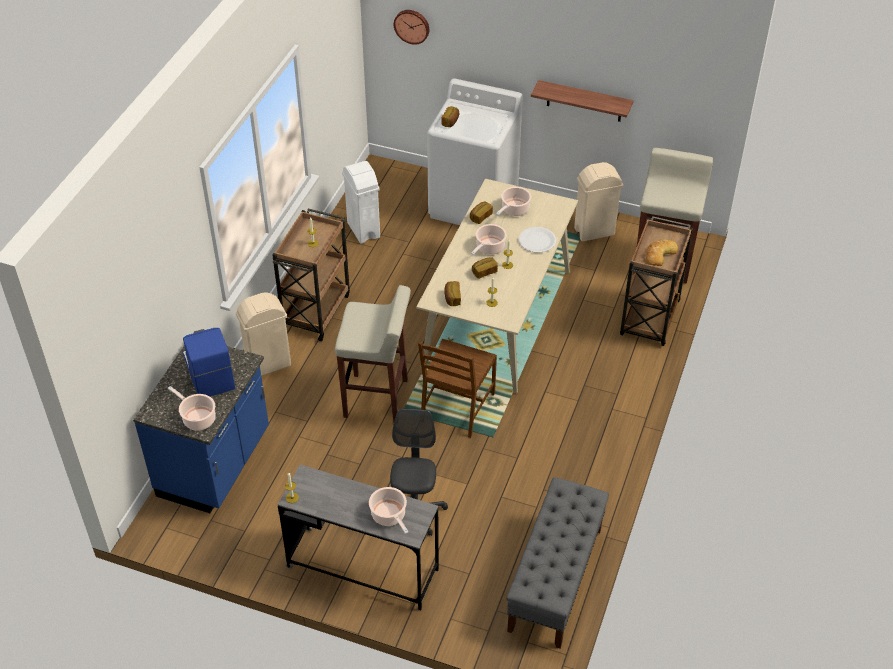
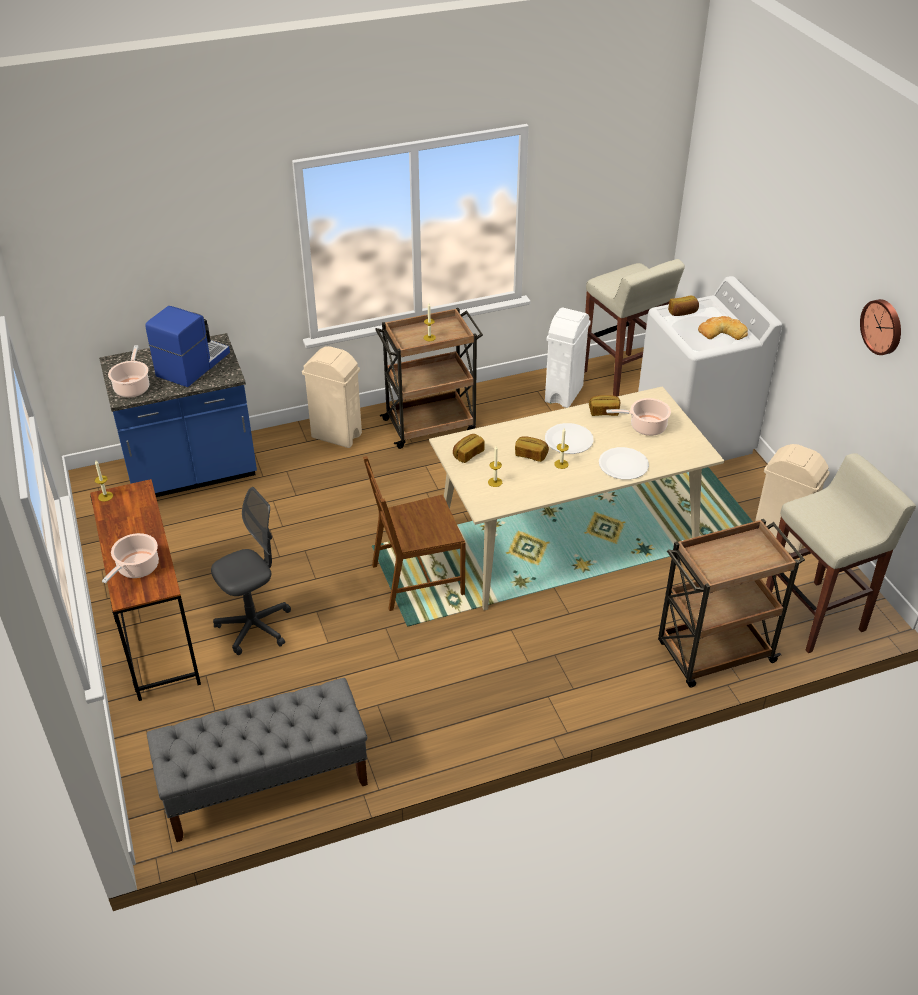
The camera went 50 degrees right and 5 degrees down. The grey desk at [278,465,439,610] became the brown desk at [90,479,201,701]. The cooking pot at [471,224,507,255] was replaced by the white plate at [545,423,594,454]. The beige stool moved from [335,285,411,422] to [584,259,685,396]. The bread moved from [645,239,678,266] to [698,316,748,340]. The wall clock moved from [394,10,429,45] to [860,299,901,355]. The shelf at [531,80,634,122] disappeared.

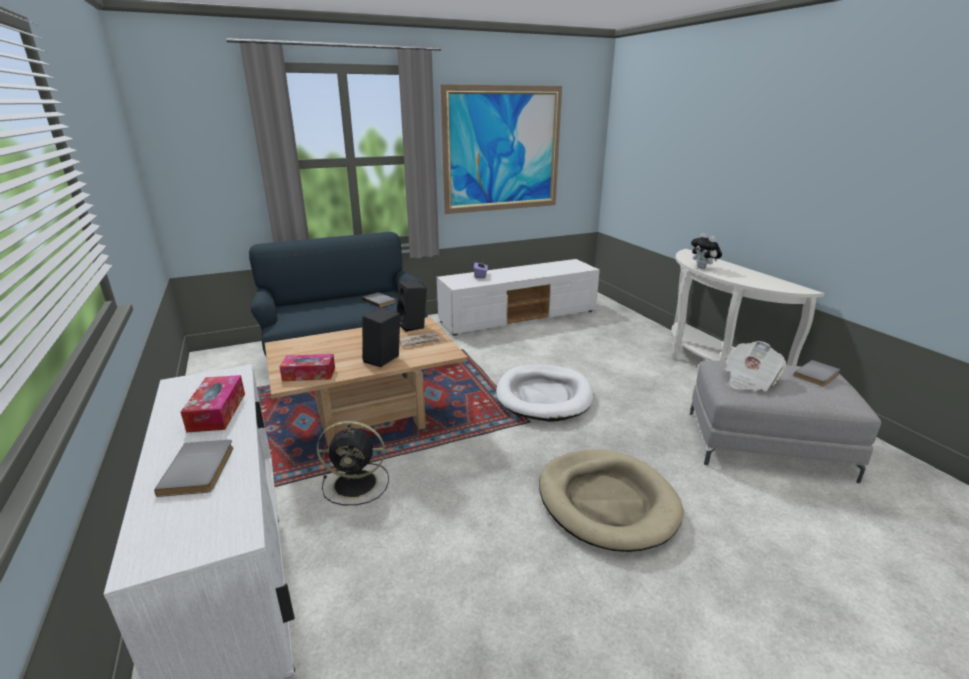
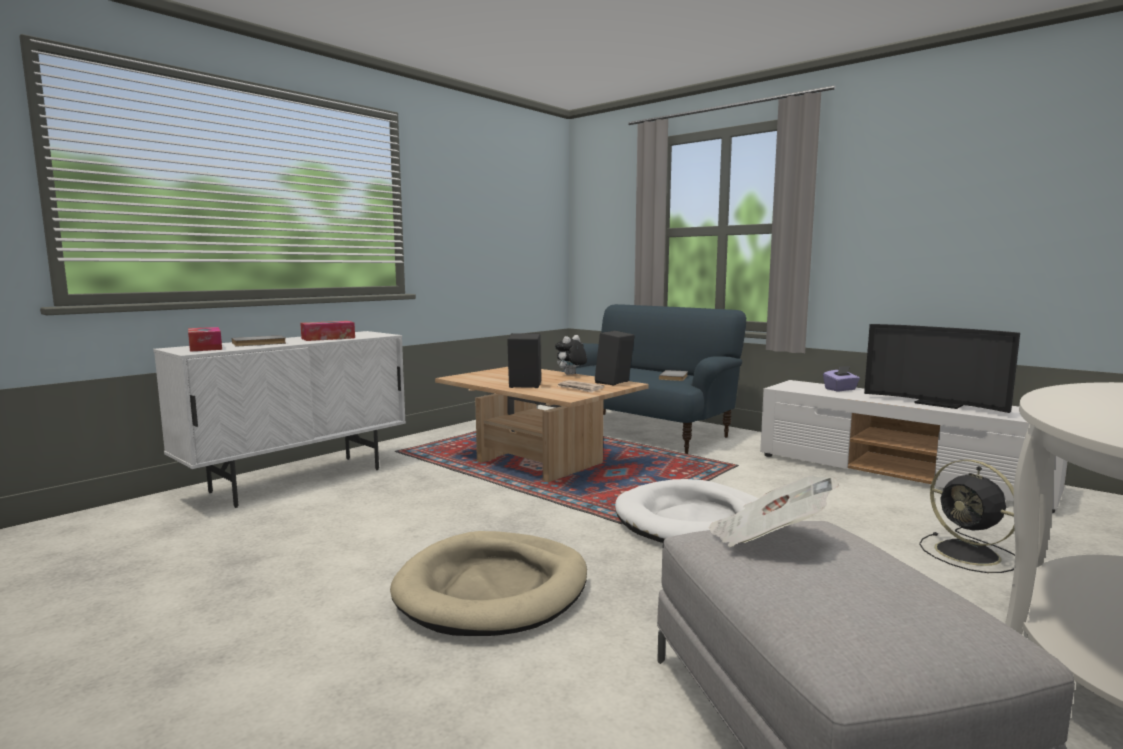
The camera went 65 degrees right and 15 degrees down. The tissue box moved from [280,354,335,381] to [188,327,222,352]. The plush toy moved from [691,233,722,269] to [555,335,587,375]. The television at [864,324,1020,413] appeared. The black fan moved from [317,421,389,505] to [919,460,1015,573]. The picture at [441,84,562,214] disappeared. The grey book at [793,360,841,387] disappeared.

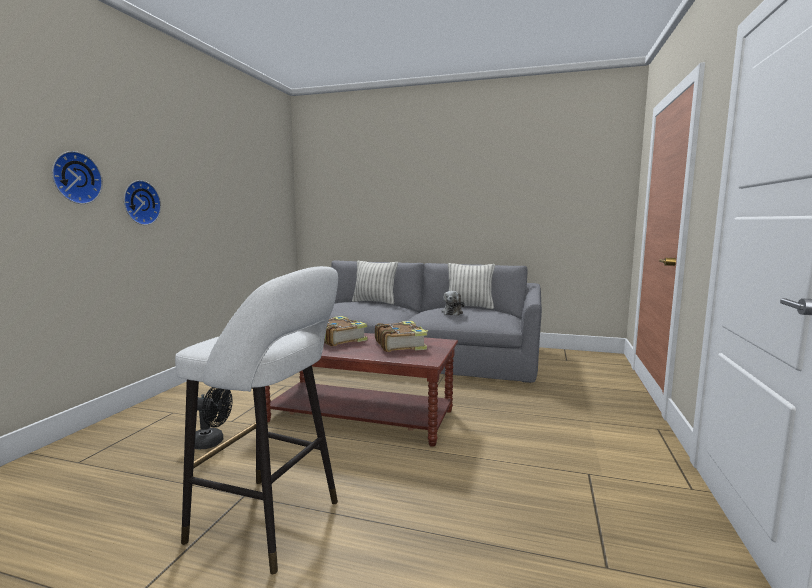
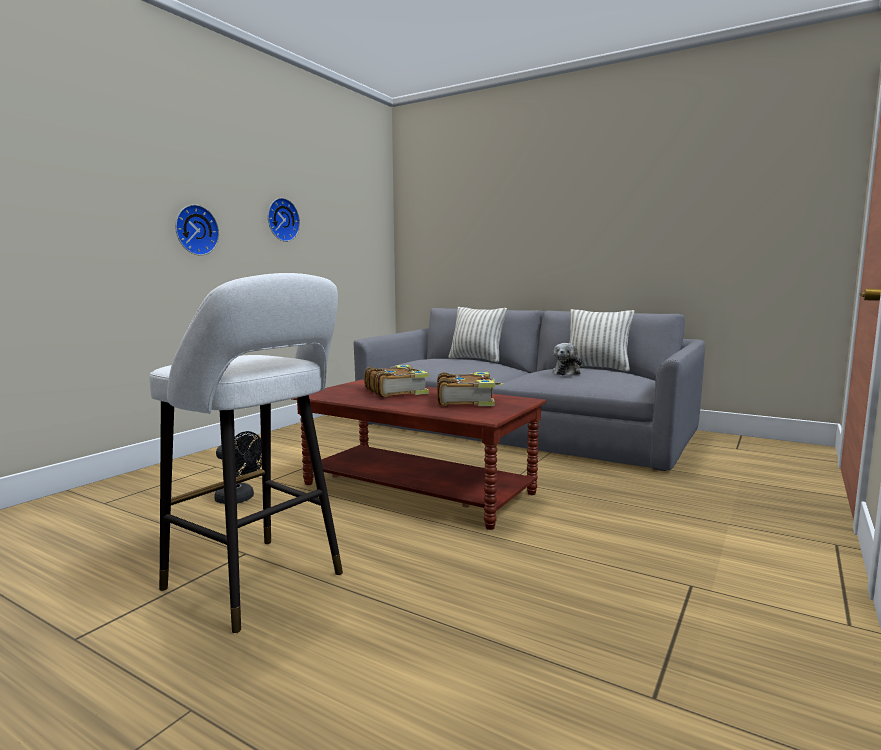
The camera went 15 degrees right and 0 degrees up. The wall clock moved from [52,151,103,204] to [268,198,300,242].

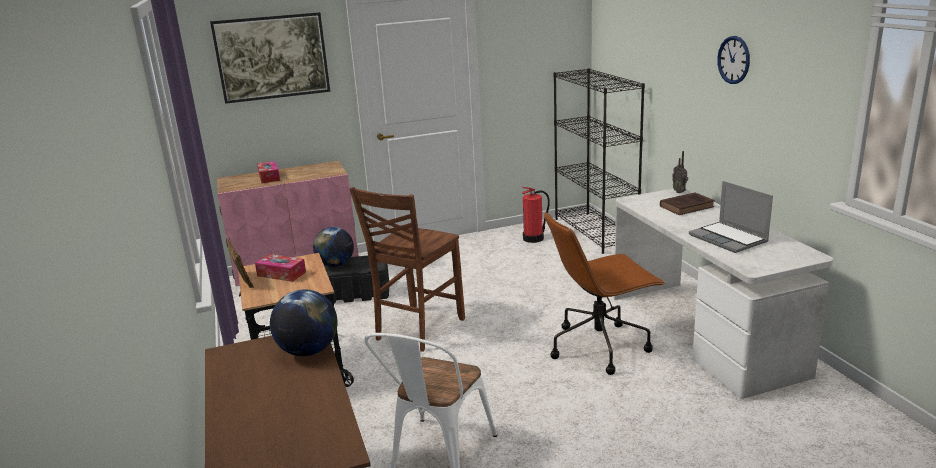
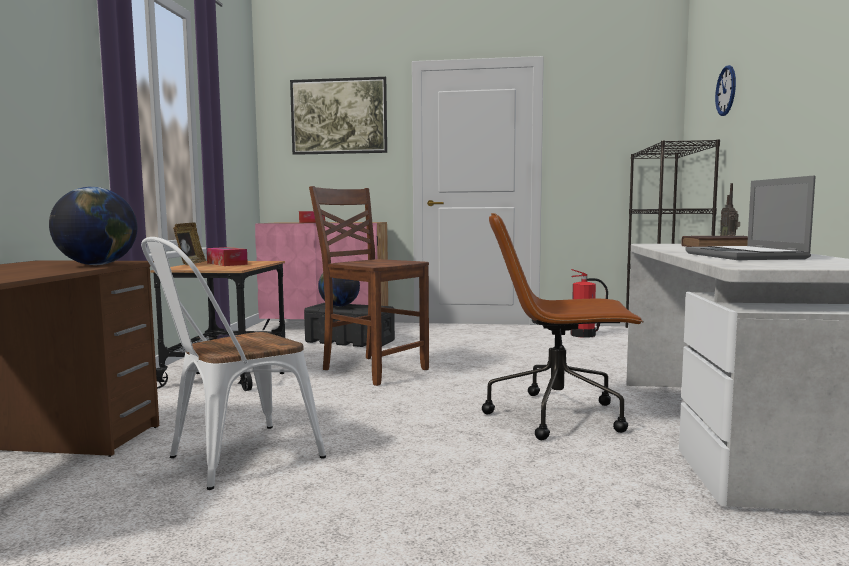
The camera went 25 degrees right and 15 degrees down. The brown chair at [349,187,465,352] turned 75 degrees clockwise. The wall clock moved from [717,36,750,84] to [715,65,736,116].

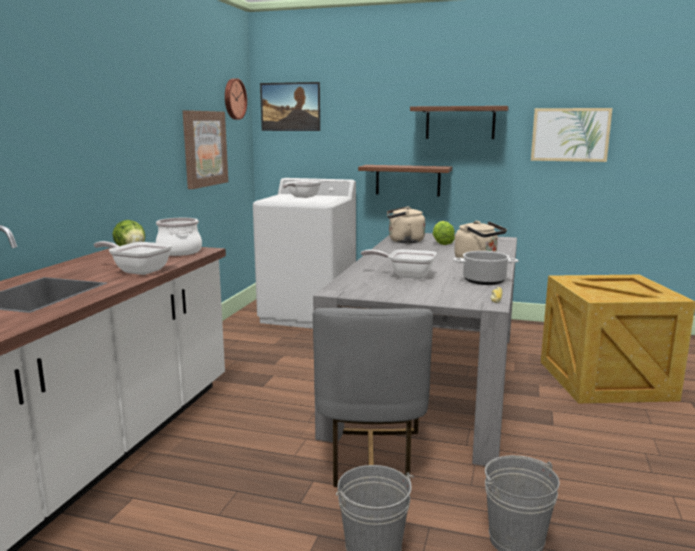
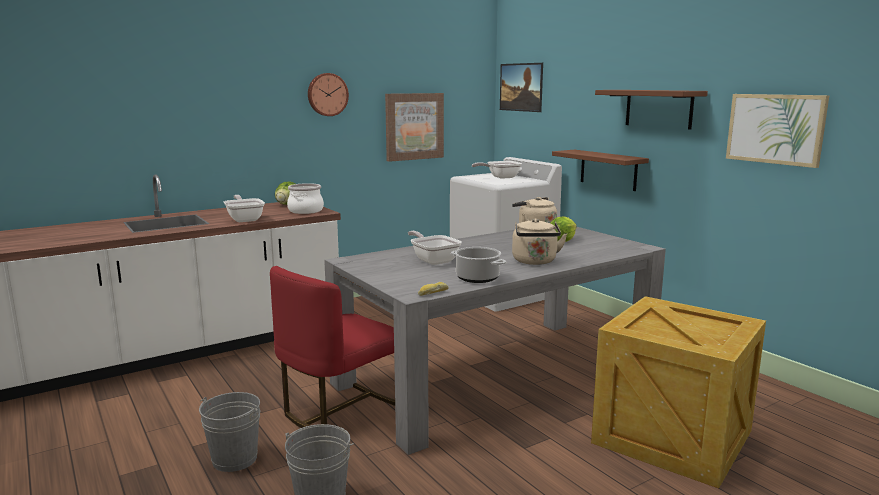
The camera went 40 degrees right and 0 degrees up. The grey chair at [313,308,433,487] became the red chair at [270,266,395,428]. The wall clock moved from [225,78,247,120] to [308,73,349,116].

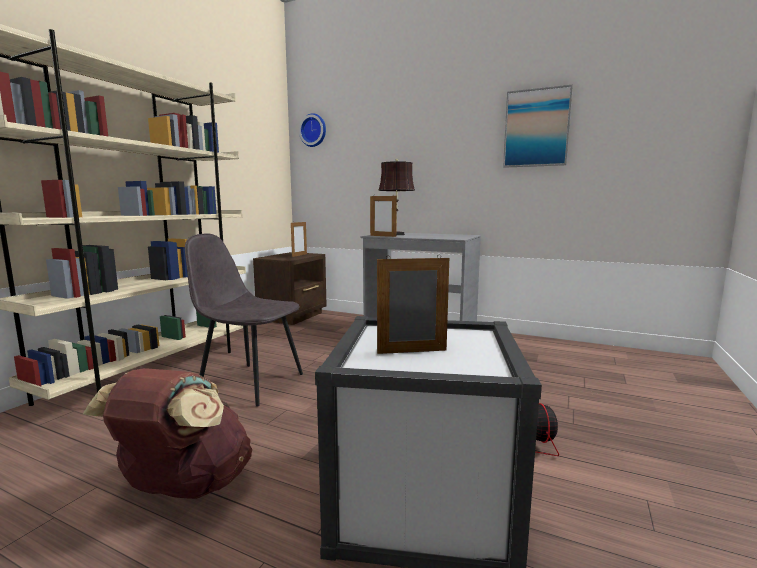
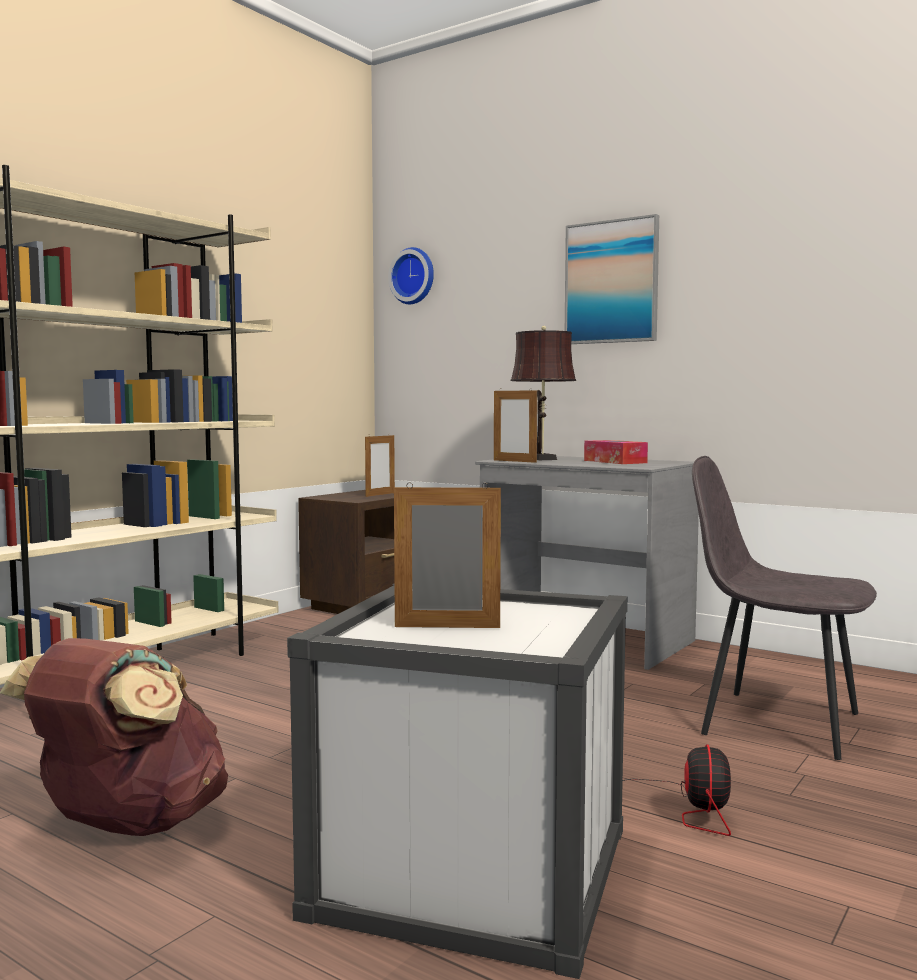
The camera went 10 degrees right and 5 degrees down. The picture moved from [503,84,573,168] to [565,214,659,344]. The tissue box at [584,440,648,464] appeared. The grey chair moved from [185,233,303,407] to [692,456,877,760].

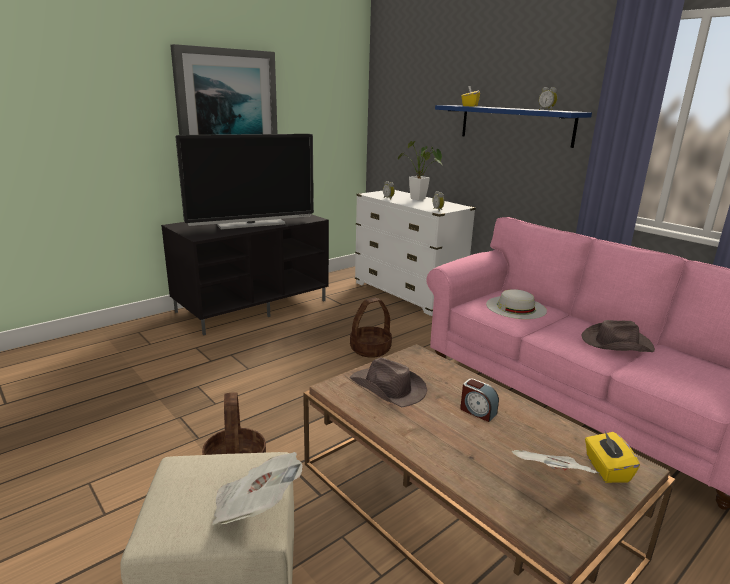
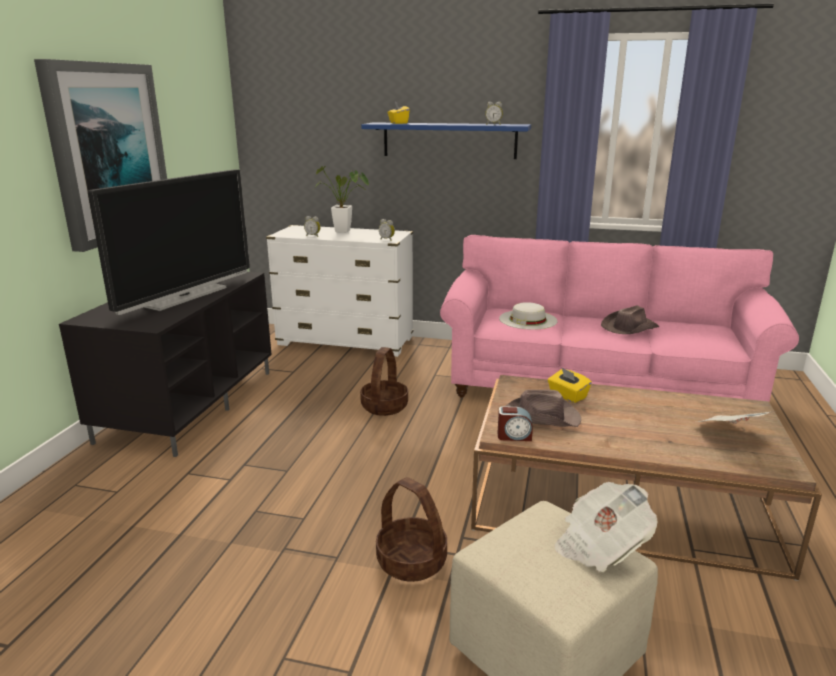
The camera went 35 degrees left and 0 degrees up. The alarm clock moved from [460,379,499,422] to [498,406,533,441]. The yellow tissue box moved from [585,431,640,483] to [548,368,592,403].

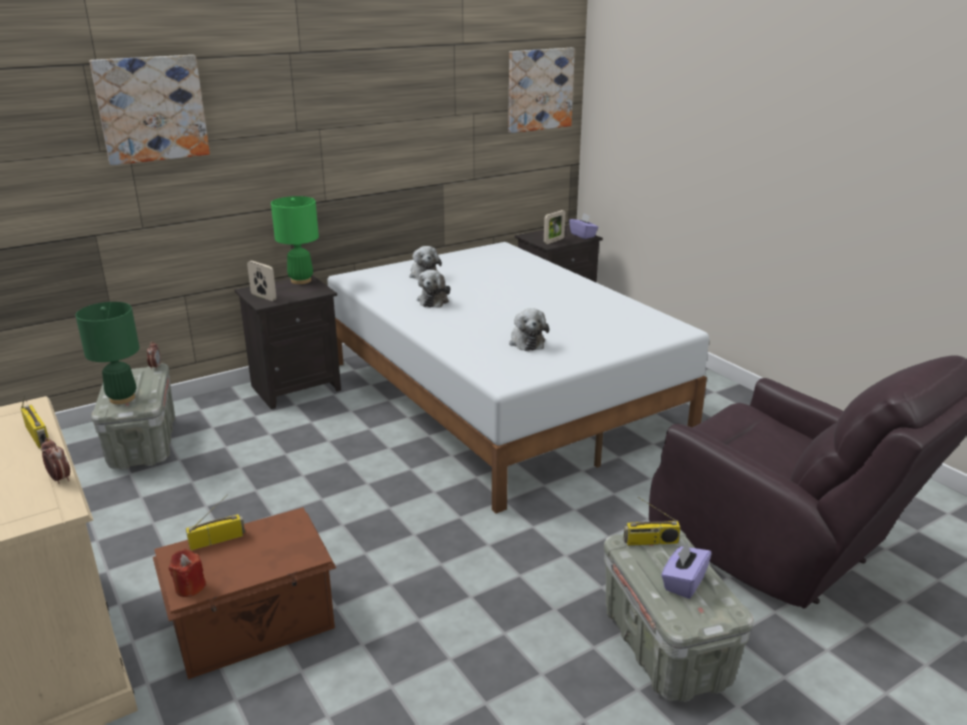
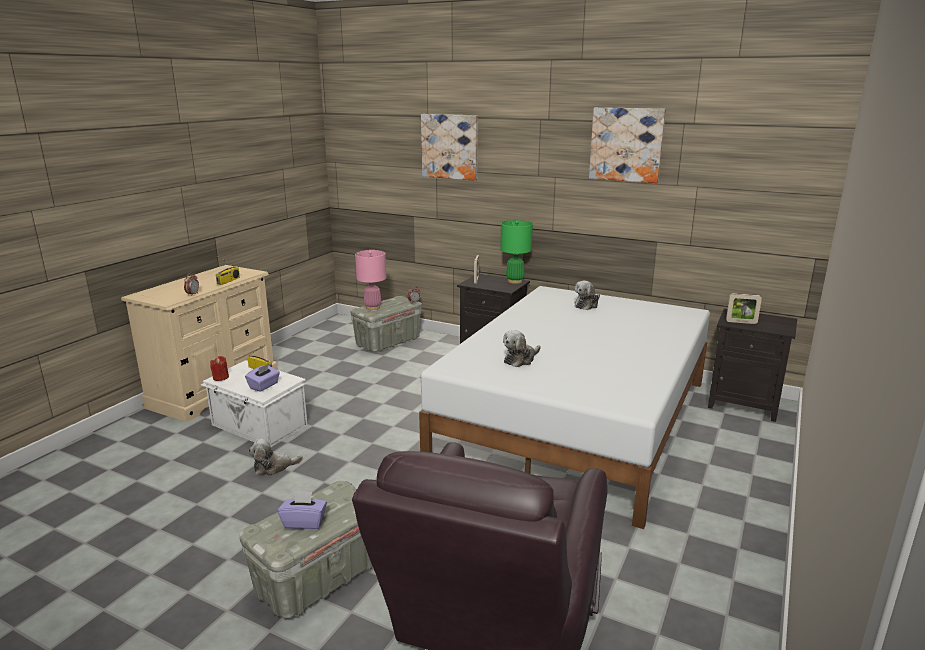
The camera went 60 degrees right and 5 degrees down. The brown storage box at [153,507,336,679] became the white storage box at [201,360,308,447]. The purple tissue box moved from [569,213,599,239] to [245,364,280,392]. The plush toy moved from [417,270,450,308] to [249,438,303,476]. The green table lamp at [76,302,140,404] became the pink table lamp at [355,250,386,310]. The picture moved from [508,48,575,133] to [589,107,666,183]. The radio at [623,497,681,546] disappeared.

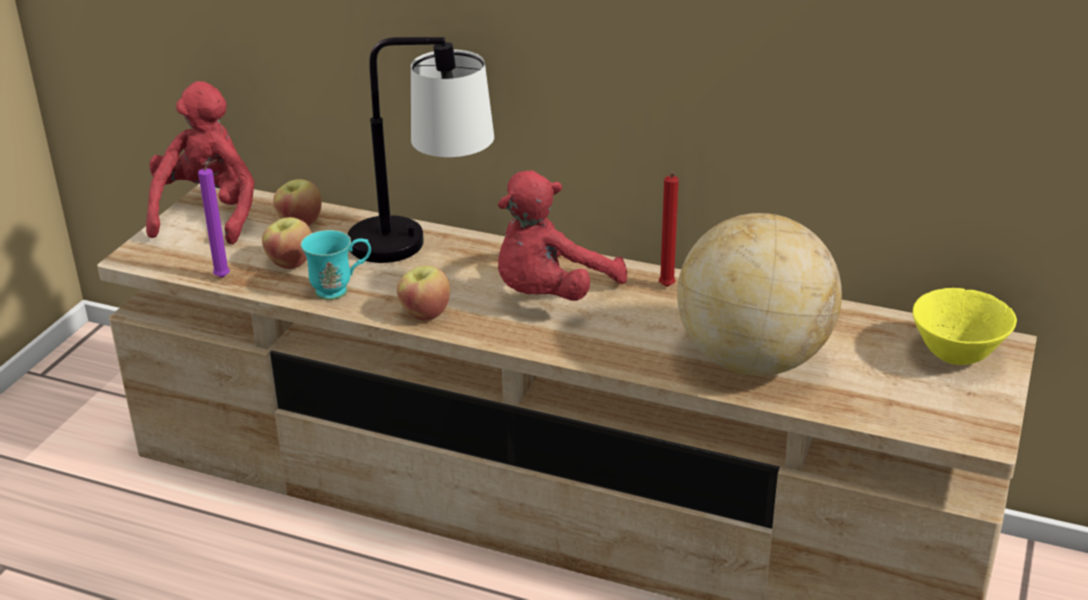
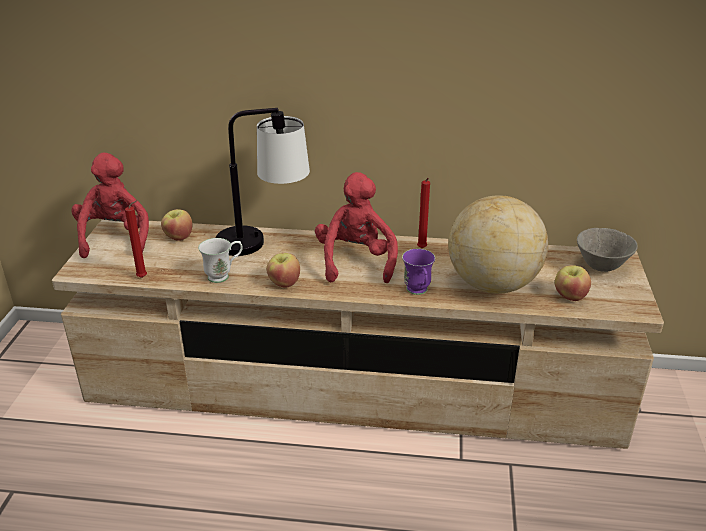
The camera went 15 degrees left and 0 degrees up. The purple candle at [198,160,230,278] became the red candle at [125,200,147,278]. The turquoise mug at [301,230,371,300] became the white mug at [198,238,243,283]. The red plush toy at [498,170,627,301] turned 150 degrees clockwise. The purple mug at [402,249,435,295] appeared. The apple moved from [262,217,312,269] to [555,265,591,301]. The yellow bowl at [913,288,1017,365] became the grey bowl at [577,228,638,272].

